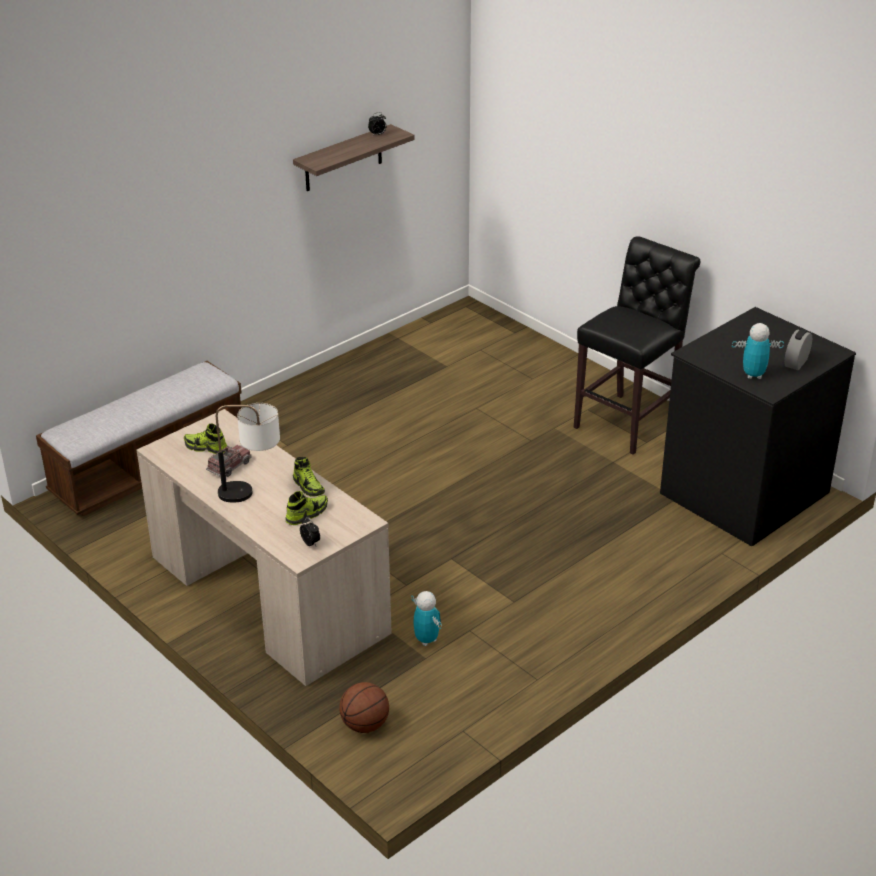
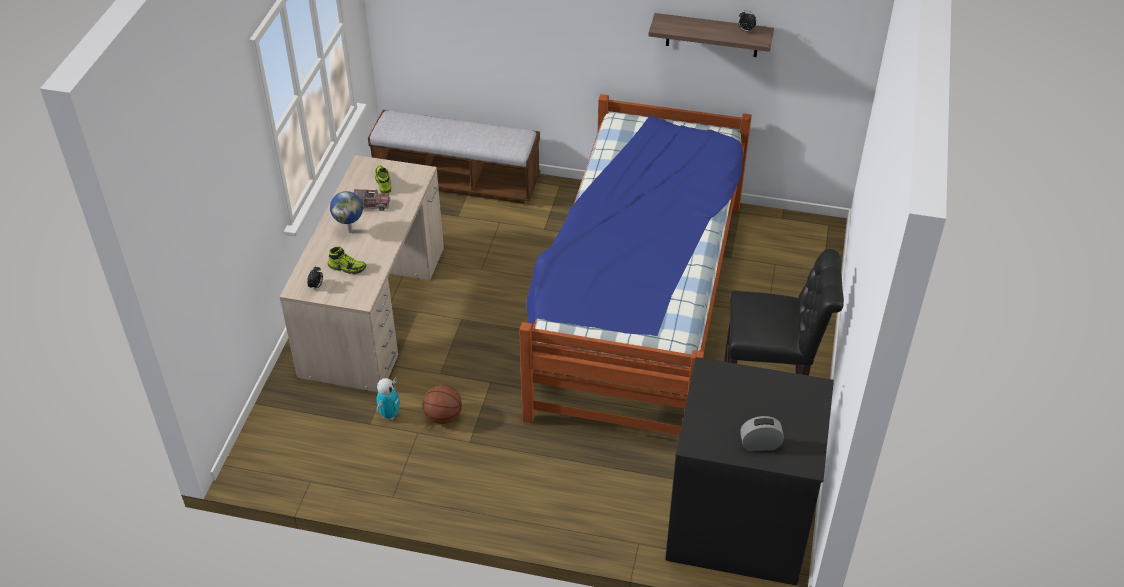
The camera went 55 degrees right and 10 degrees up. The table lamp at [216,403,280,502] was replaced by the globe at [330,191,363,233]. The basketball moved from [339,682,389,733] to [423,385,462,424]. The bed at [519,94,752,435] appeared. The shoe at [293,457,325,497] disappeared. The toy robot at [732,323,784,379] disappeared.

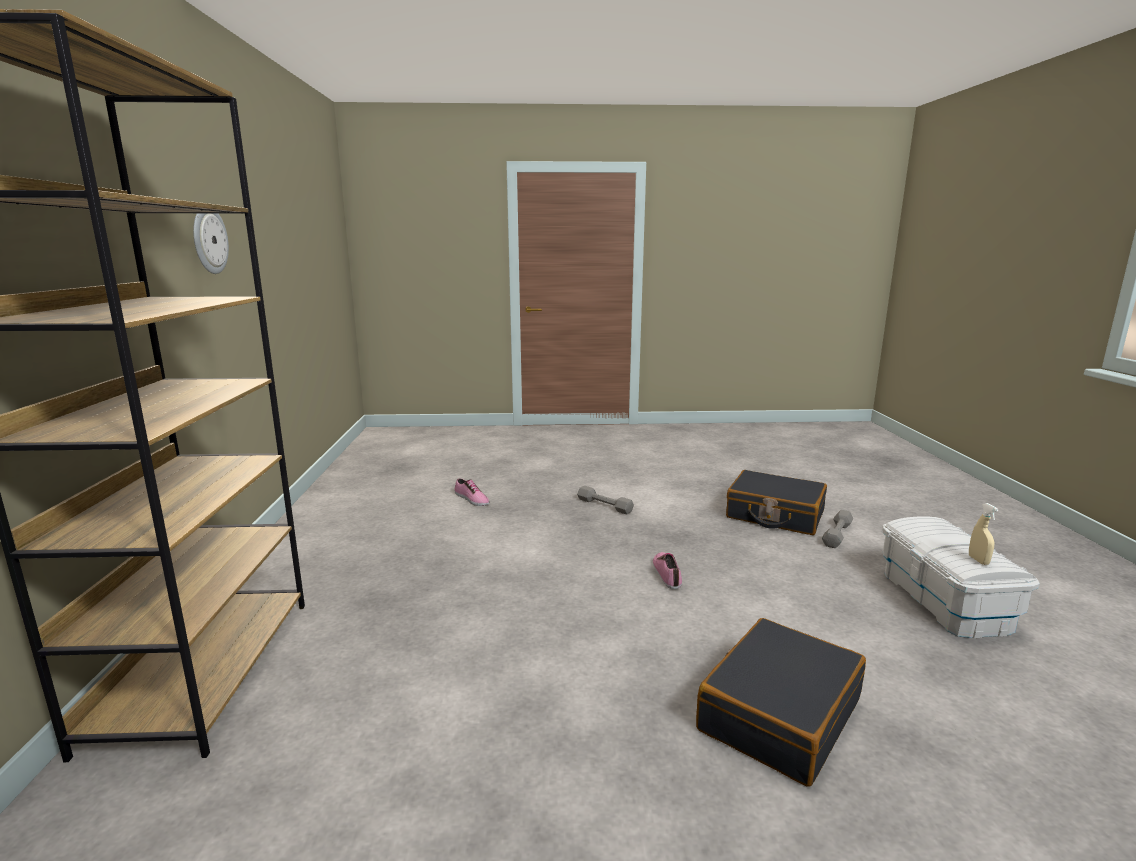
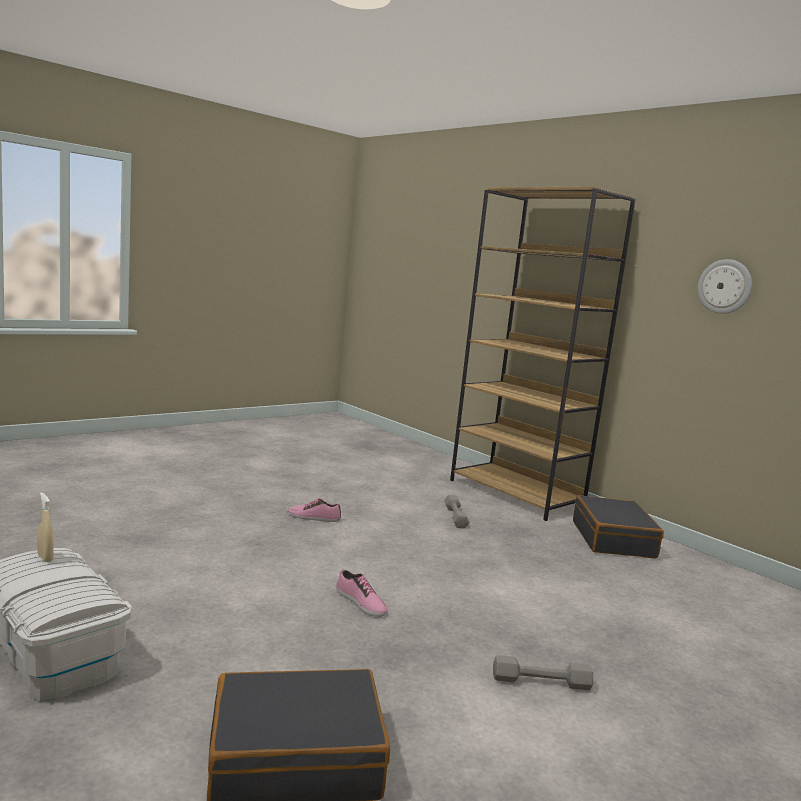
The camera went 140 degrees right and 5 degrees down. The shoe moved from [454,478,489,506] to [288,498,341,522]. The grey dumbbell moved from [822,510,853,548] to [444,495,470,528]. The black suitcase moved from [696,618,866,787] to [573,495,664,559].

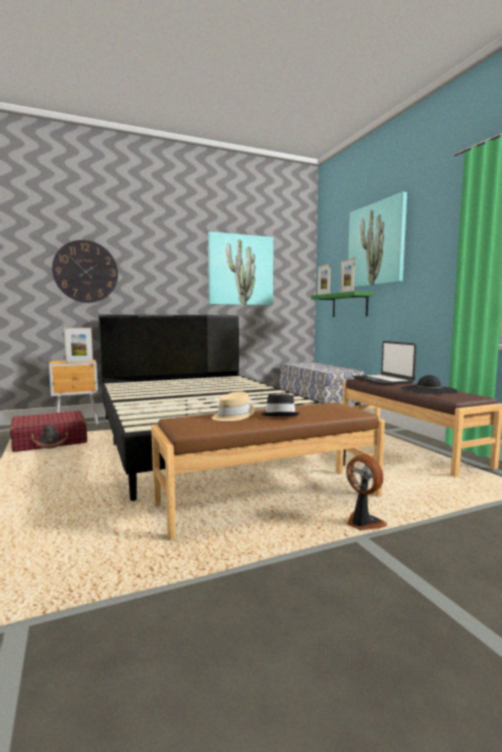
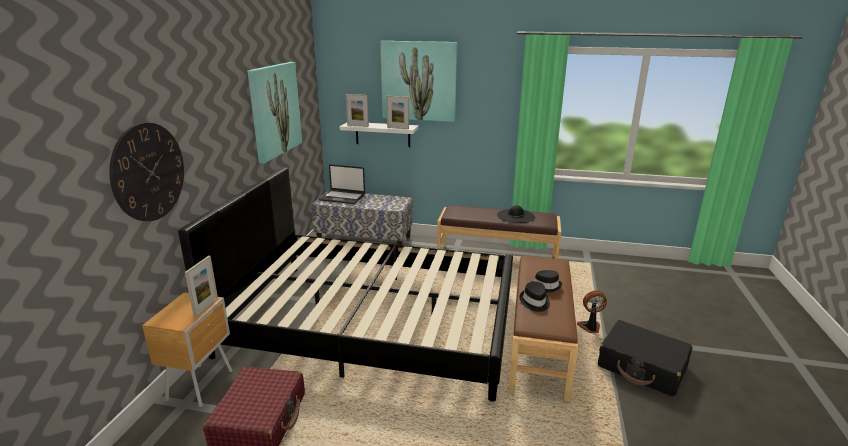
The camera went 55 degrees left and 15 degrees up. The laptop moved from [353,341,417,385] to [319,164,365,204]. The green shelf at [311,291,374,317] became the white shelf at [340,123,419,147]. The beige hat at [212,392,255,421] became the black hat at [520,281,550,312]. The black suitcase at [598,320,693,396] appeared.

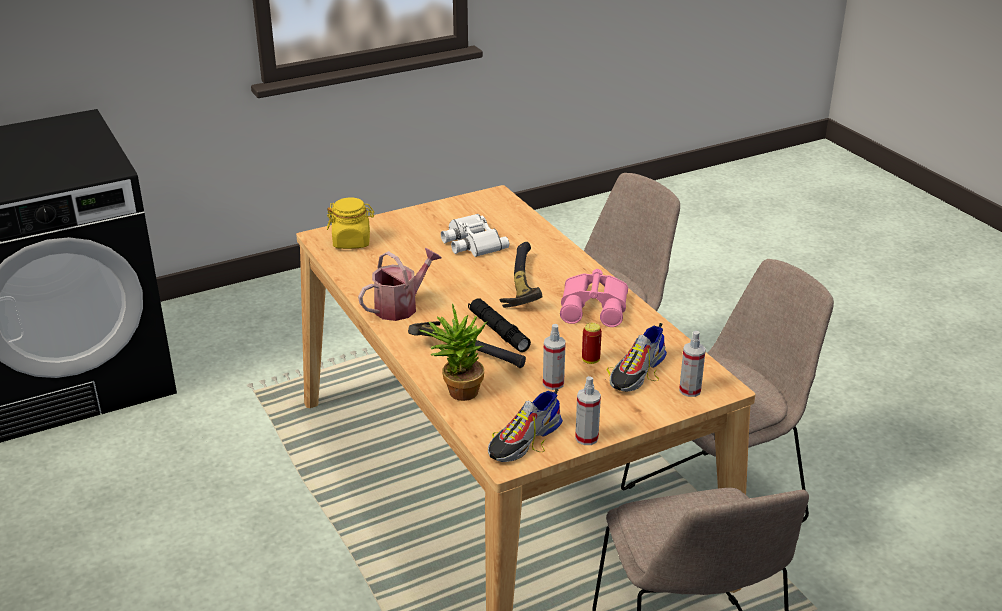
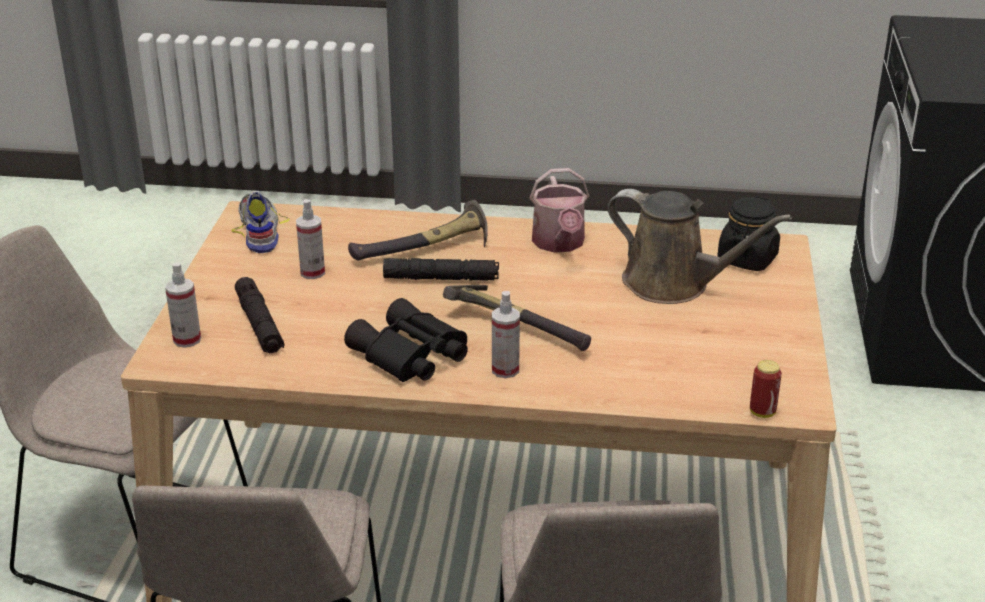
The camera went 125 degrees right and 0 degrees up. The shoe at [606,323,667,392] was replaced by the black flashlight at [235,277,285,353]. The pink binoculars at [560,269,628,327] became the black binoculars at [344,298,468,382]. The spray bottle moved from [575,376,601,445] to [492,291,520,378]. The brown watering can at [607,189,792,304] appeared. The yellow jar at [327,197,374,249] became the black jar at [717,196,780,271]. The can moved from [582,323,602,364] to [750,360,782,418]. The potted plant at [420,304,488,401] disappeared. The white binoculars at [441,214,509,257] disappeared.

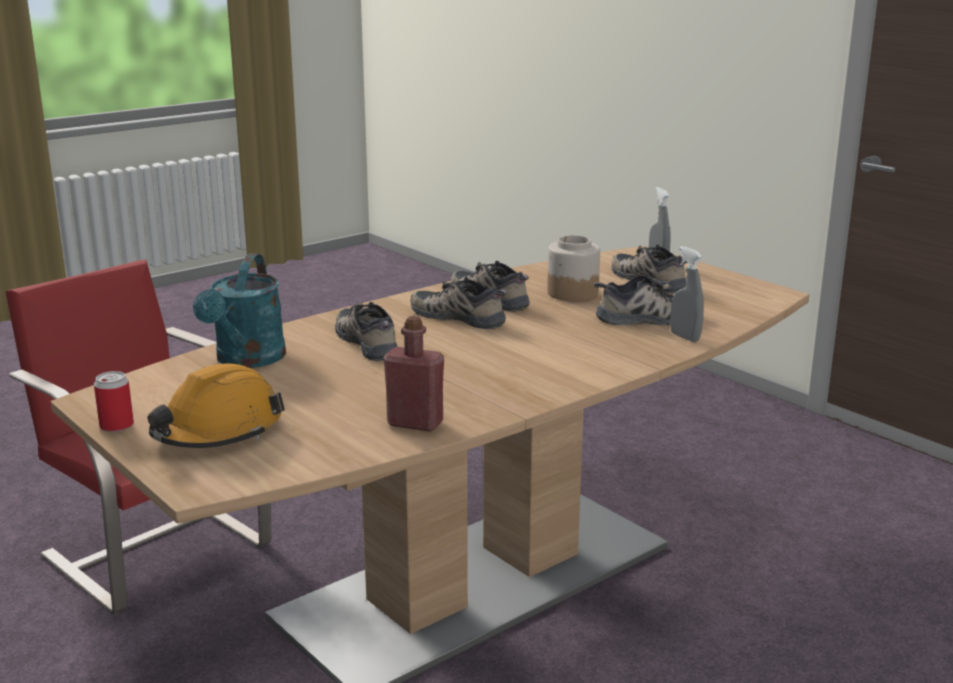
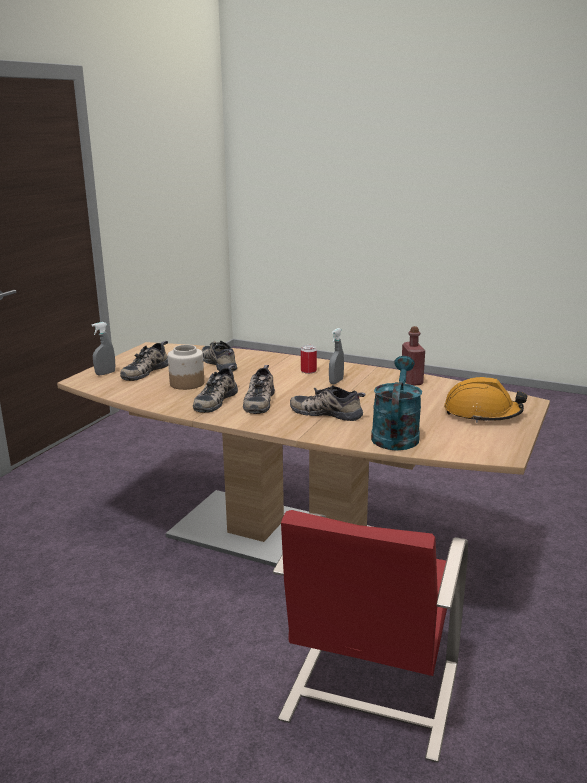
The camera went 115 degrees left and 0 degrees up. The shoe at [335,301,398,361] turned 75 degrees clockwise. The can moved from [94,371,134,432] to [301,345,317,374]. The grey spray bottle moved from [670,246,704,342] to [329,328,344,384]. The turquoise watering can at [193,254,286,368] turned 60 degrees counterclockwise.

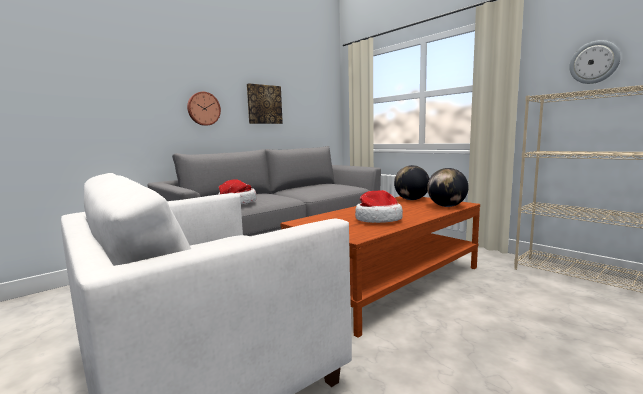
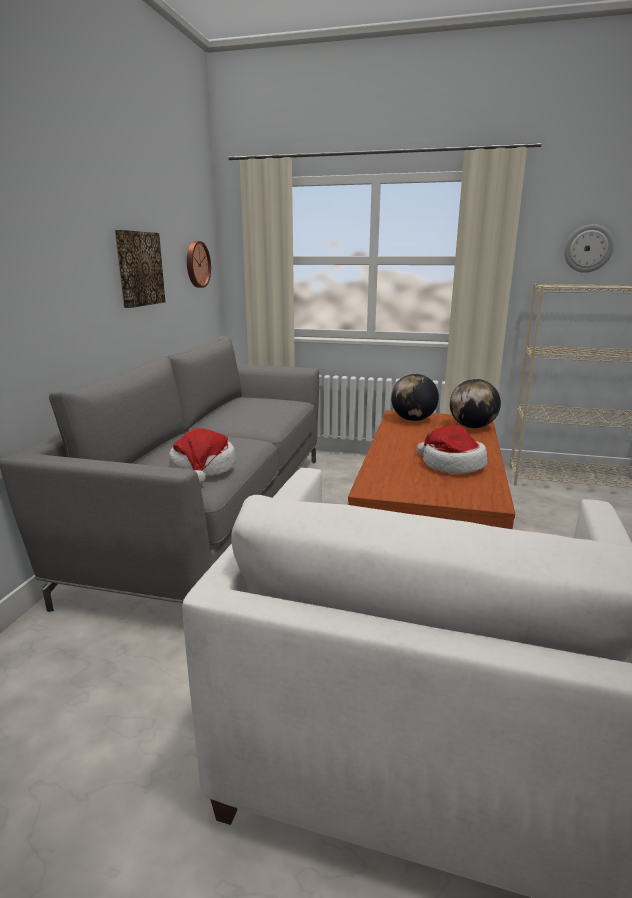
The camera went 35 degrees left and 10 degrees up. The wall clock moved from [187,92,221,126] to [187,241,211,288].

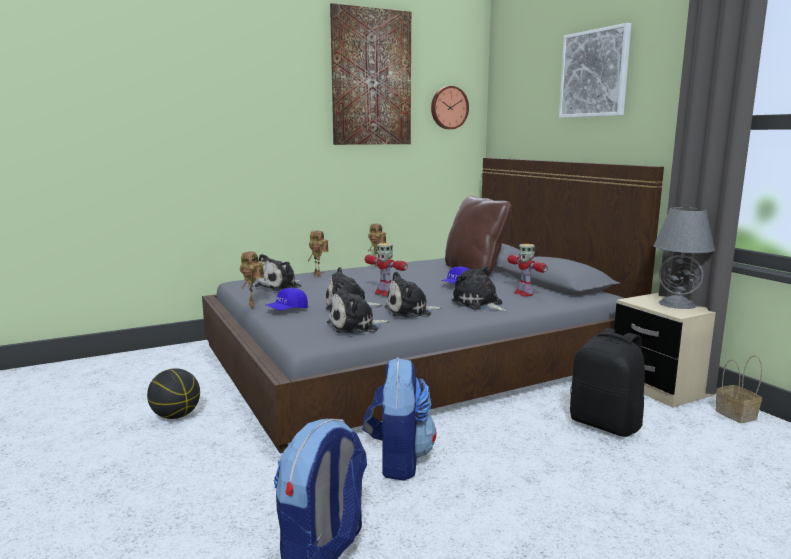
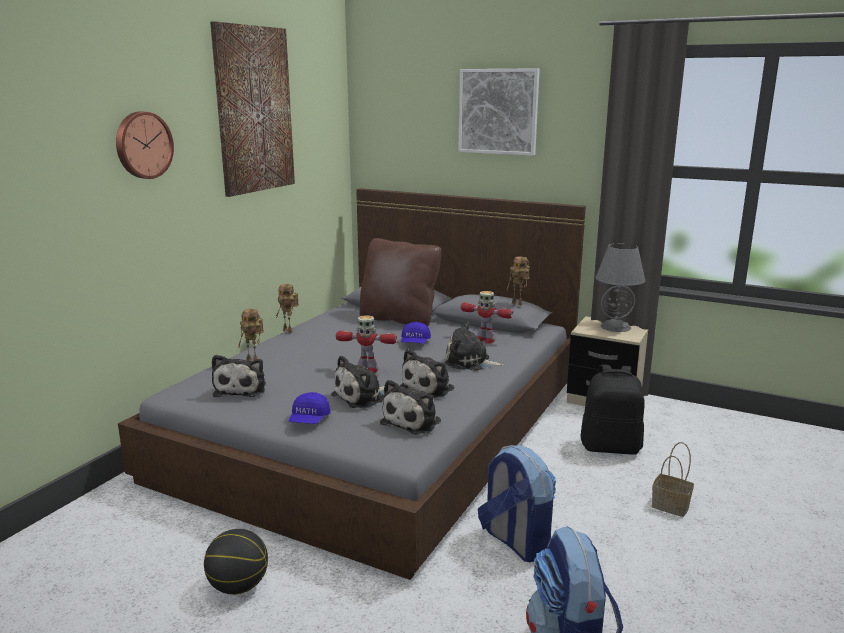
The camera went 35 degrees left and 5 degrees up. The wall clock moved from [431,86,469,129] to [116,111,174,179]. The toy robot moved from [240,251,264,308] to [507,256,530,306]. The basket moved from [715,355,762,423] to [652,442,694,517].

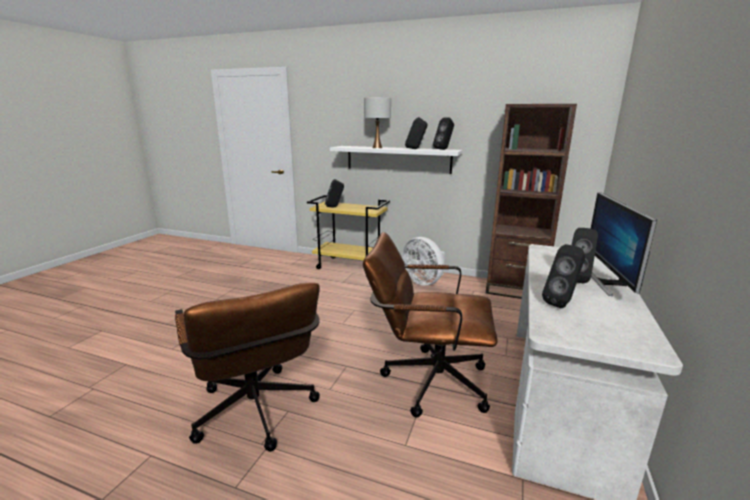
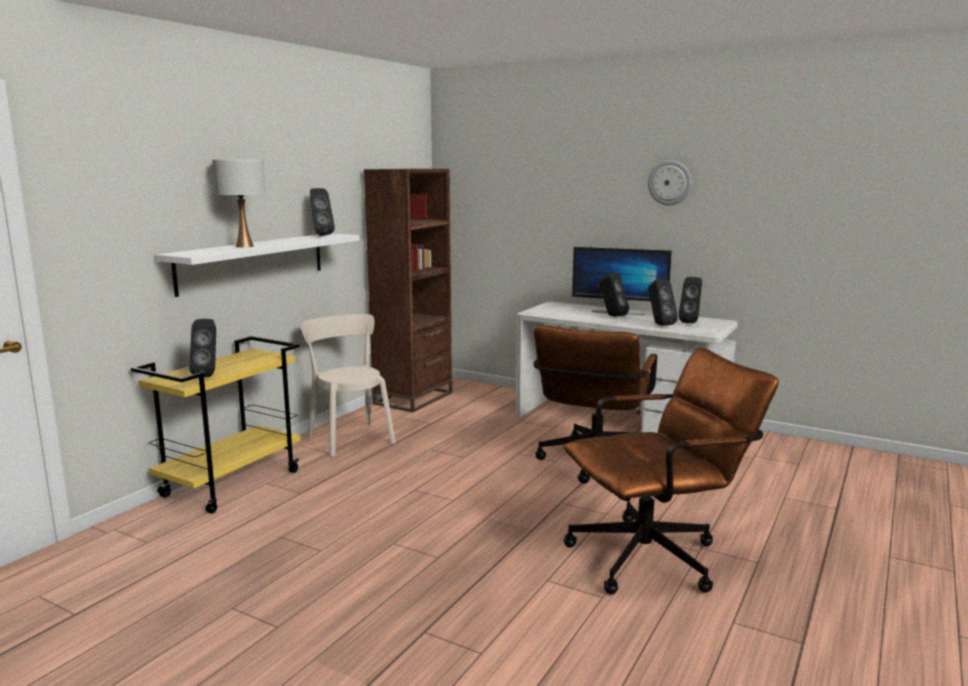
The camera went 80 degrees left and 5 degrees down. The white fan at [402,237,445,286] was replaced by the beige chair at [300,314,396,457]. The wall clock at [648,160,692,205] appeared. The black speaker moved from [405,117,427,149] to [678,277,702,323].

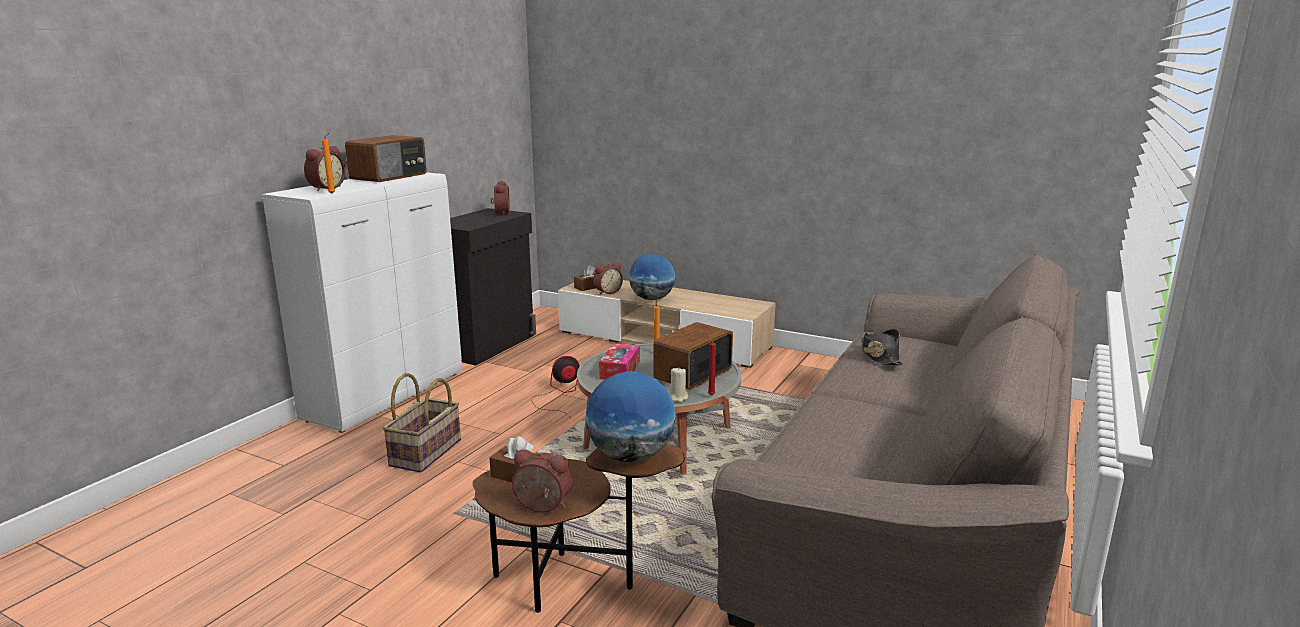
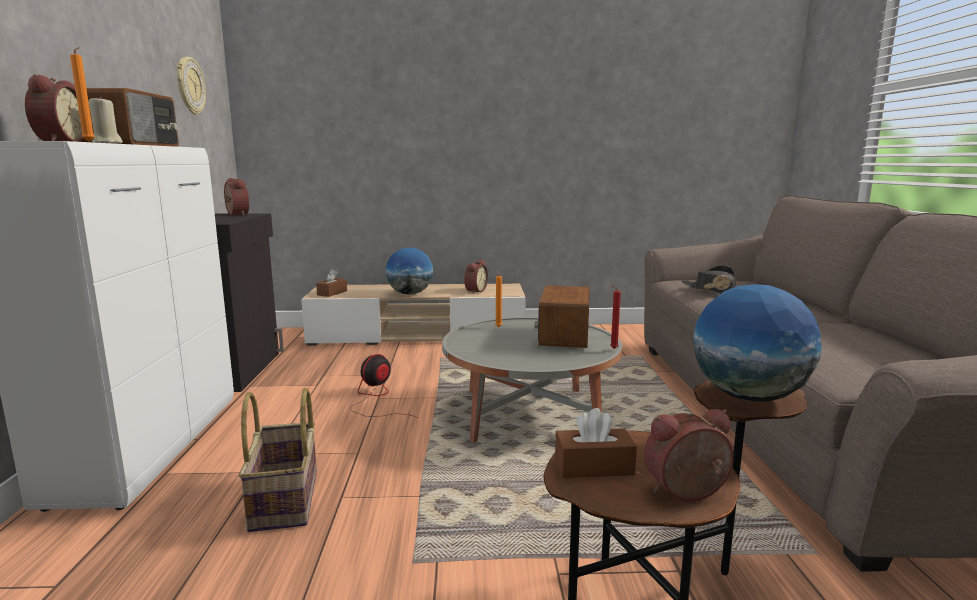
The camera went 30 degrees left and 5 degrees down. The beige candle moved from [670,368,688,402] to [89,96,123,143]. The wall clock at [177,57,206,115] appeared. The alarm clock moved from [593,262,623,295] to [464,260,488,294]. The tissue box at [599,343,640,380] disappeared.

